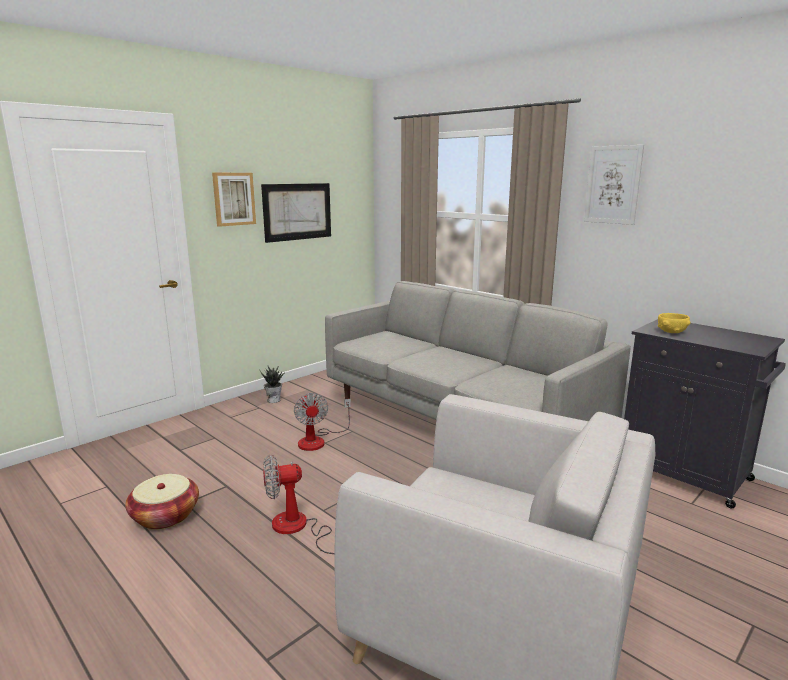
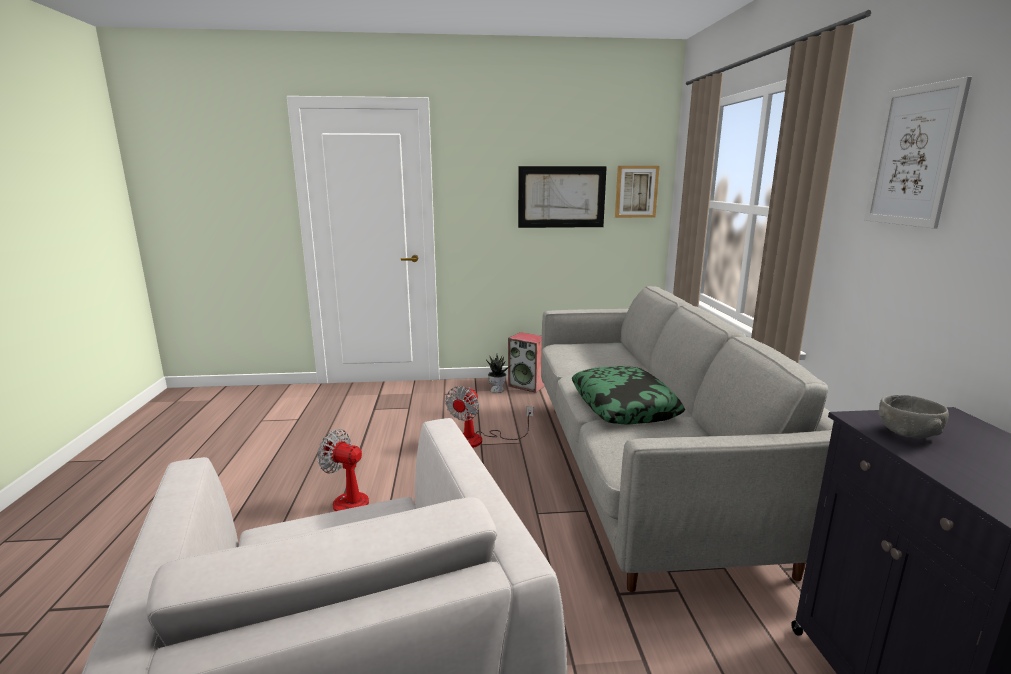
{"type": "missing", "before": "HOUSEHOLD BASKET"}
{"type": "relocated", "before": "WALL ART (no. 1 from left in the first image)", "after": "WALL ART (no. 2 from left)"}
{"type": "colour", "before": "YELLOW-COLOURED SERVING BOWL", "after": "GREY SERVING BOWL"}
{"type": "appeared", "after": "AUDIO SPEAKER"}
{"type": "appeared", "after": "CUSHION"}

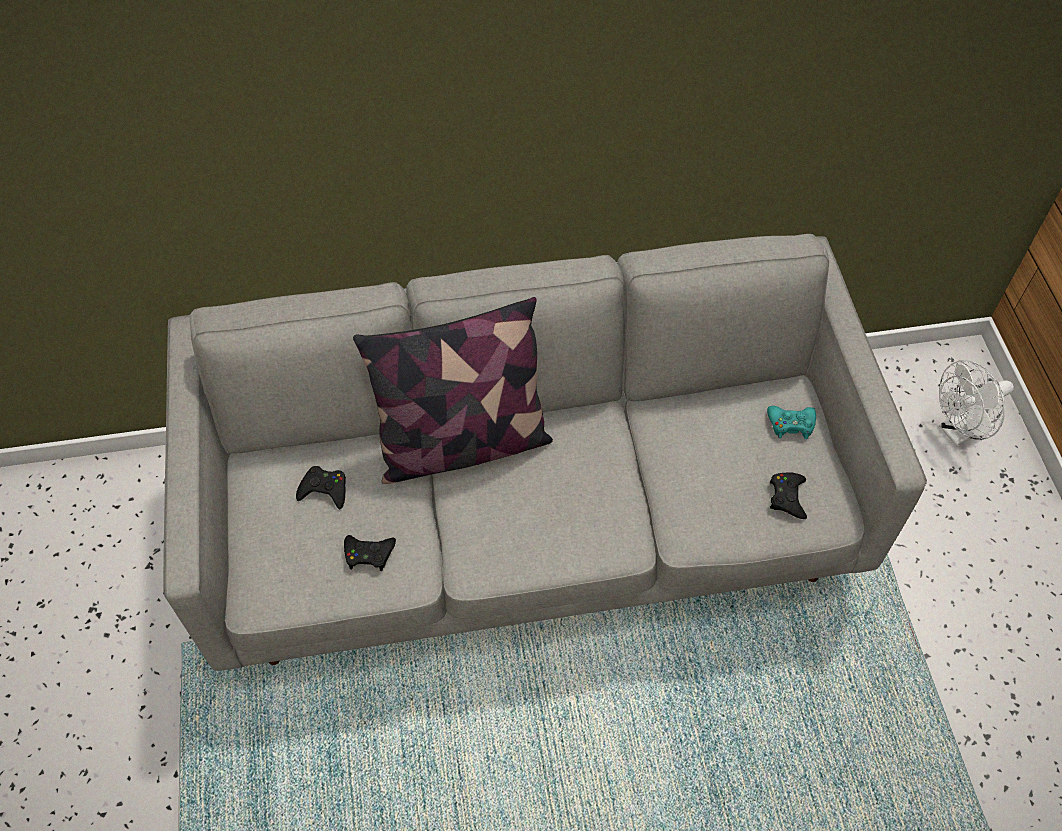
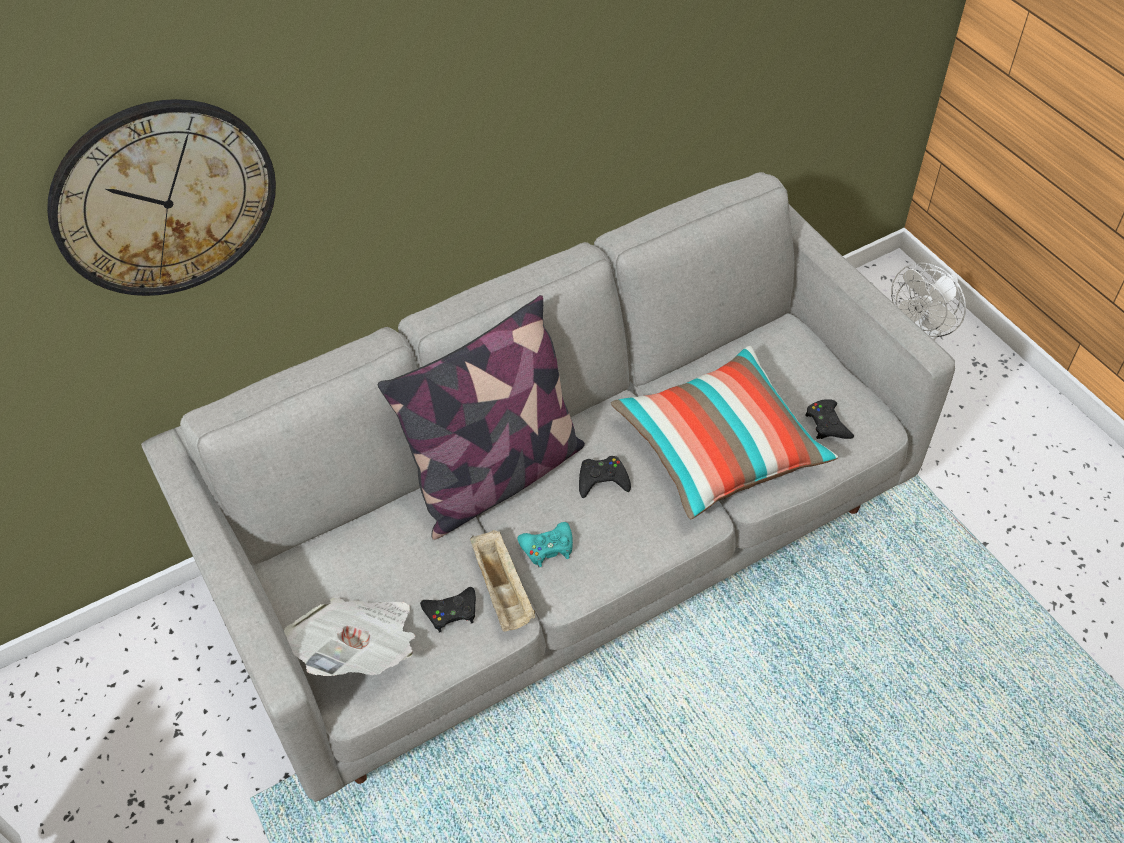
{"type": "relocated", "before": "BLACKISH GAMEPAD (no. 1 from left in the first image)", "after": "BLACKISH GAMEPAD (no. 2 from left)"}
{"type": "relocated", "before": "TURQUOISE-COLOURED GAMEPAD"}
{"type": "appeared", "after": "HANGING CLOCK"}
{"type": "appeared", "after": "DAILY PAPER"}
{"type": "appeared", "after": "SAND-COLOURED CARRYING TRAY"}
{"type": "appeared", "after": "CUSHION (no. 2 from left)"}

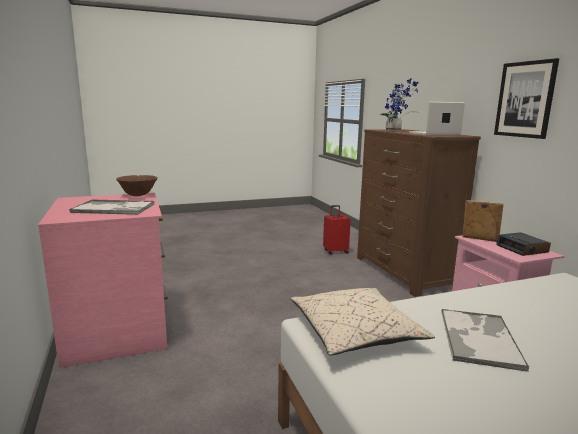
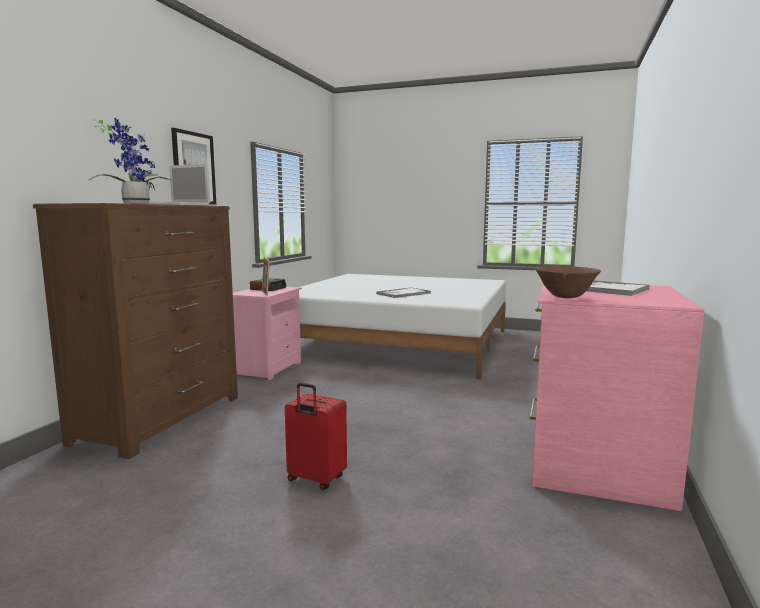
{"type": "missing", "before": "SAND-COLOURED CUSHION"}
{"type": "relocated", "before": "RED-COLOURED SUITCASE"}

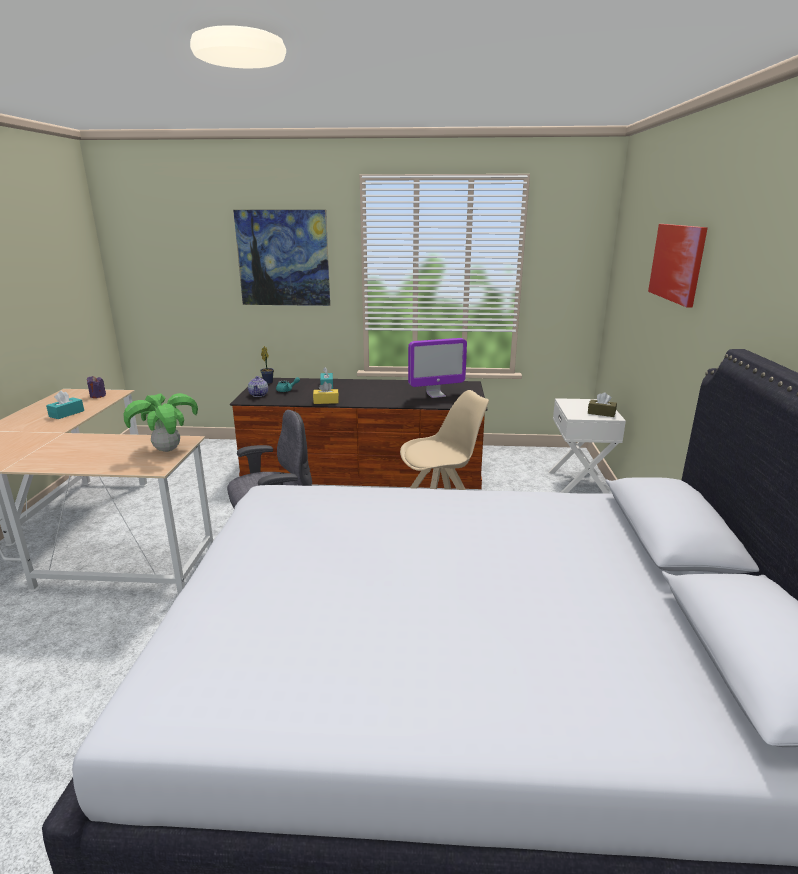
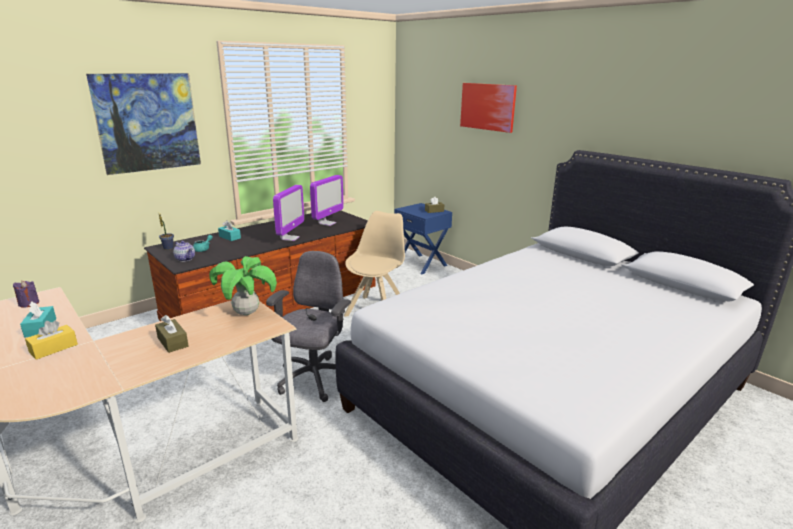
{"type": "relocated", "before": "YELLOW-COLOURED TISSUE BOX"}
{"type": "colour", "before": "WHITE BEDSIDE TABLE", "after": "BLUE-COLOURED BEDSIDE TABLE"}
{"type": "appeared", "after": "BROWN-COLOURED TISSUE BOX (no. 1 from left)"}
{"type": "appeared", "after": "MONITOR (no. 1 from left)"}

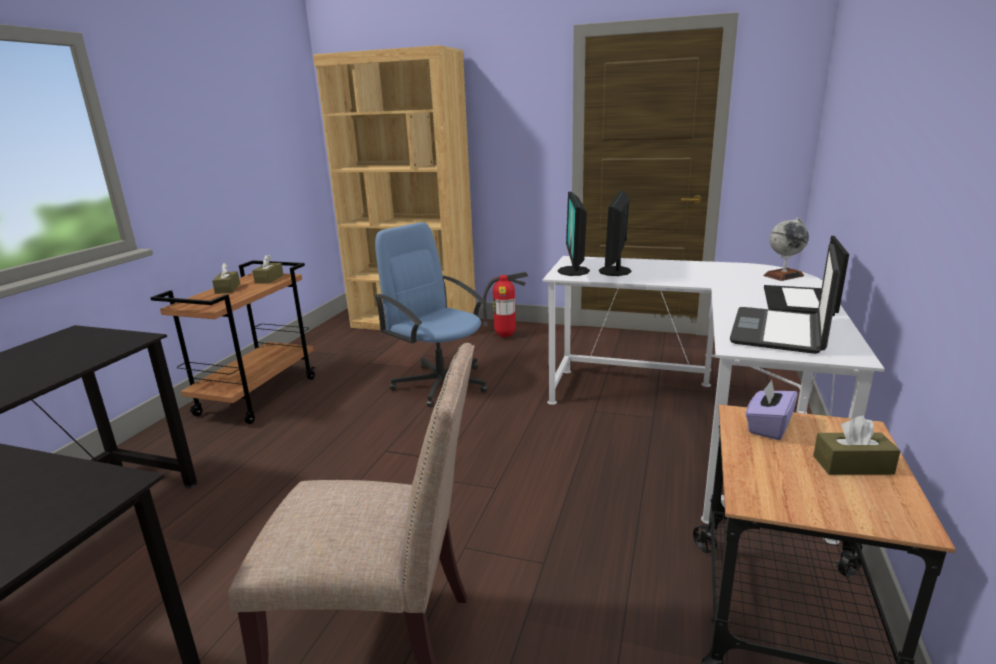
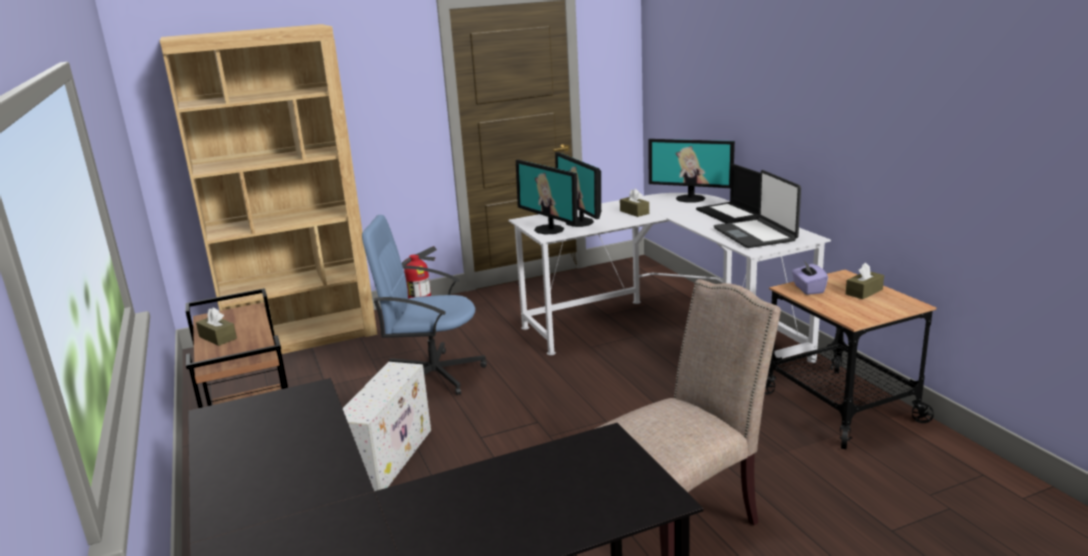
{"type": "relocated", "before": "BROWN-COLOURED TISSUE BOX (no. 2 from left)"}
{"type": "exchanged", "before": "WORLD GLOBE", "after": "MONITOR (no. 3 from left)"}
{"type": "appeared", "after": "WHITE STORAGE BOX"}

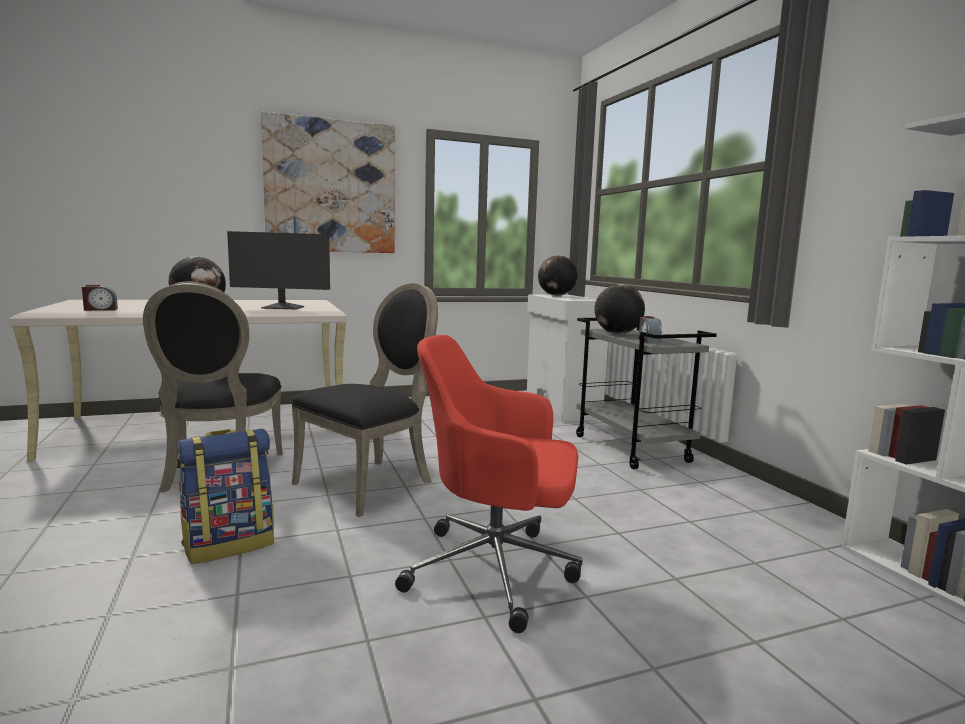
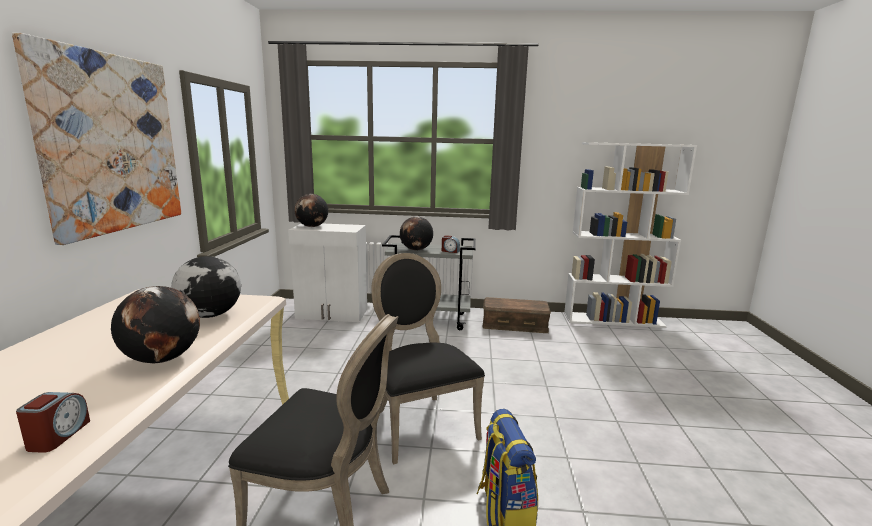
{"type": "exchanged", "before": "MONITOR", "after": "WORLD GLOBE (no. 2 from left)"}
{"type": "missing", "before": "RED-COLOURED OFFICE CHAIR"}
{"type": "appeared", "after": "BROWN-COLOURED STORAGE BOX"}

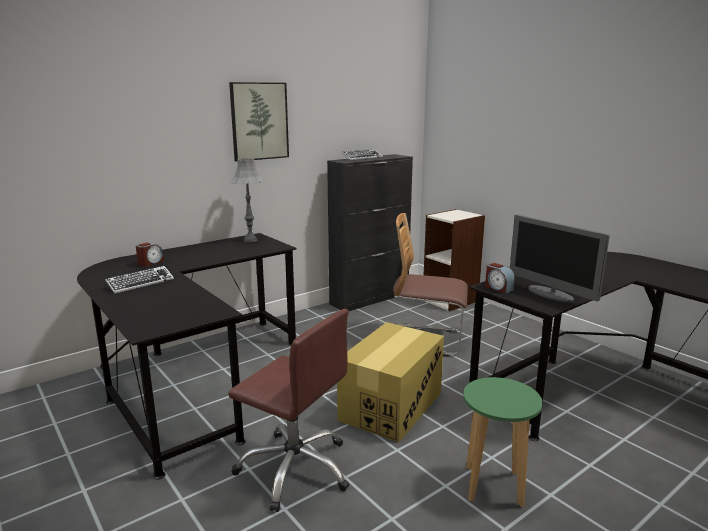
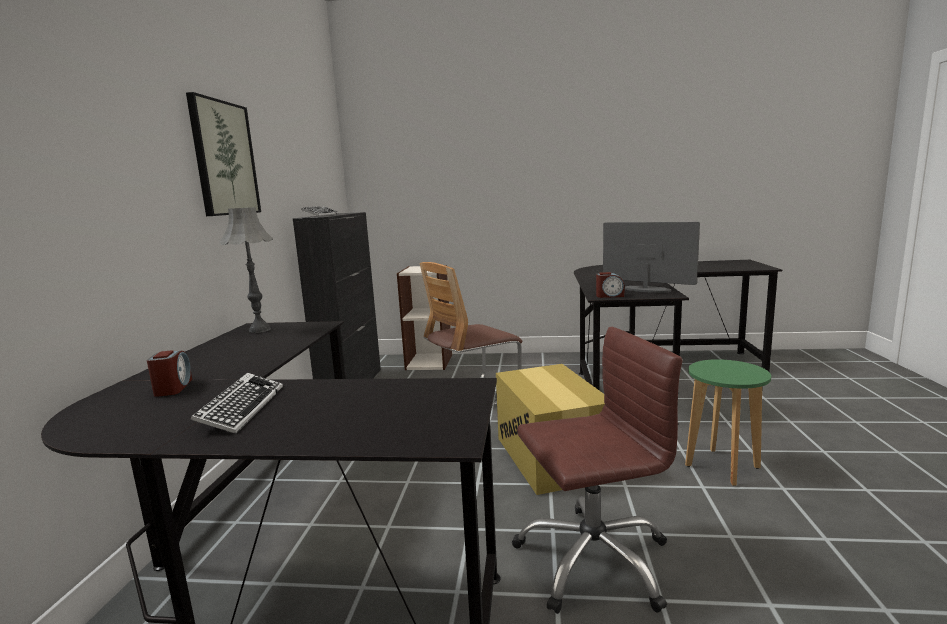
{"type": "spun", "before": "MONITOR", "turn": -150}

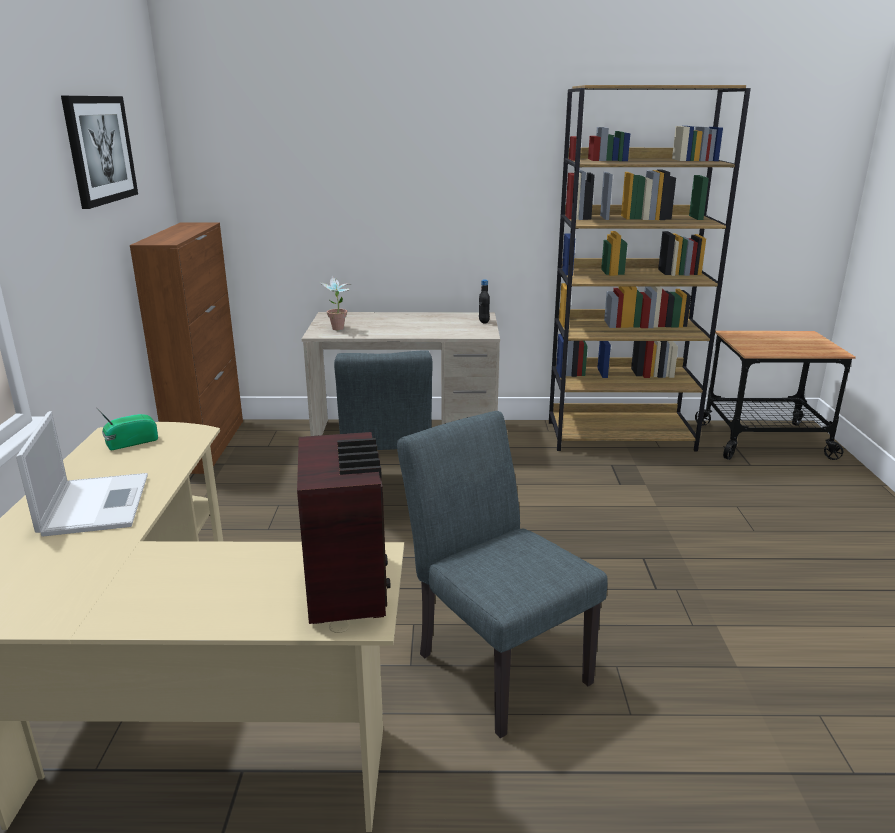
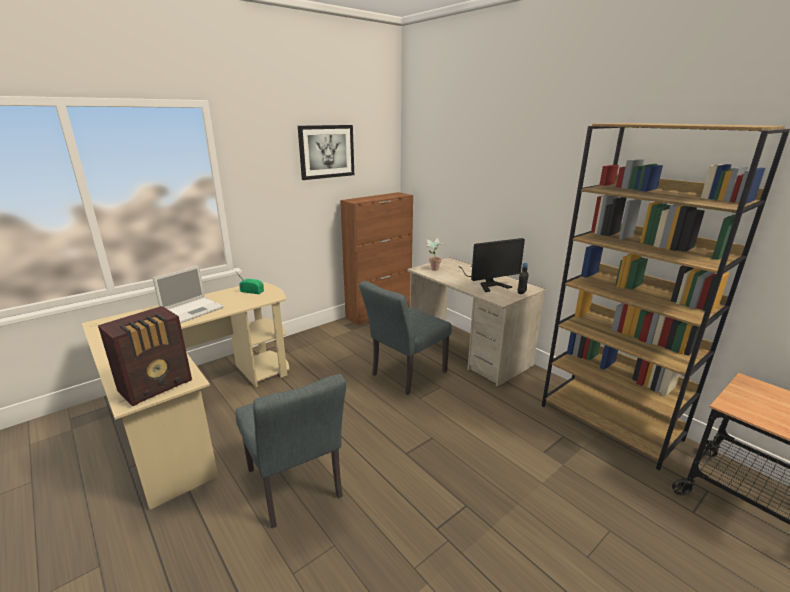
{"type": "spun", "before": "GREY UPRIGHT CHAIR (no. 2 from left in the first image)", "turn": 135}
{"type": "appeared", "after": "MONITOR"}

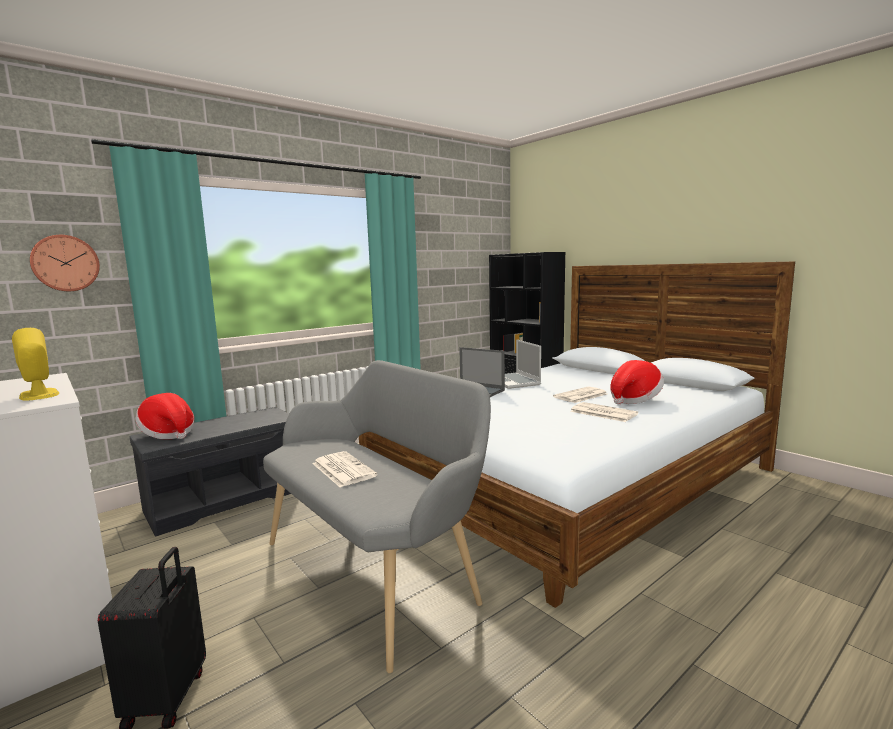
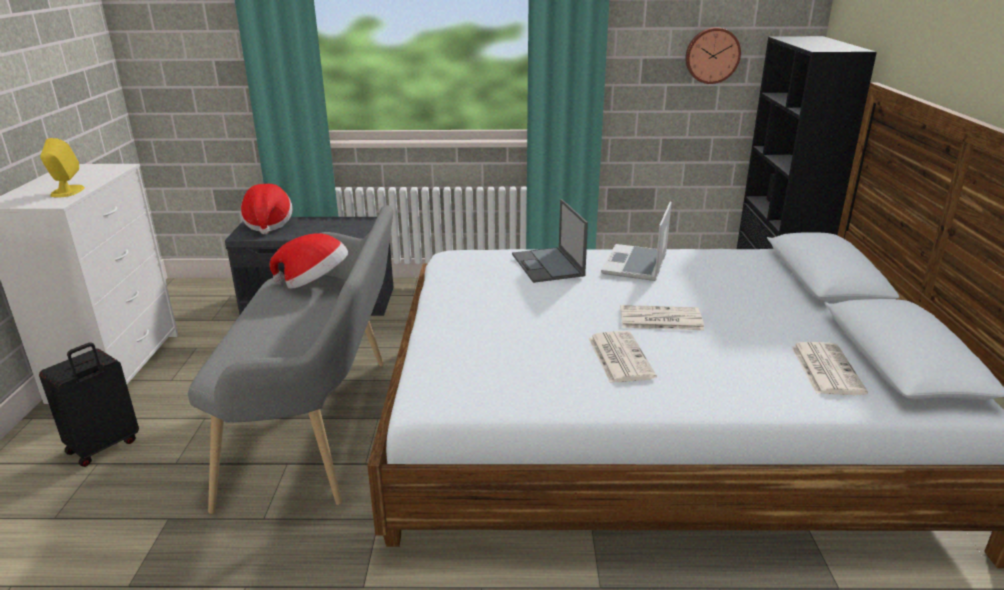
{"type": "relocated", "before": "HANGING CLOCK"}
{"type": "relocated", "before": "DAILY PAPER (no. 1 from left in the first image)", "after": "DAILY PAPER (no. 3 from left)"}
{"type": "relocated", "before": "WEARABLE HAT (no. 2 from left)"}

